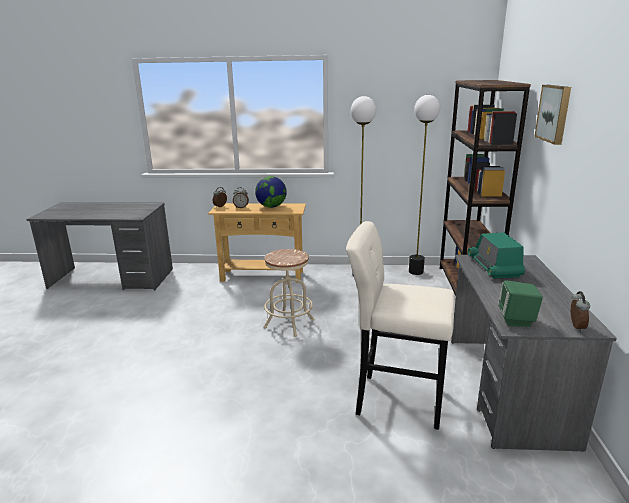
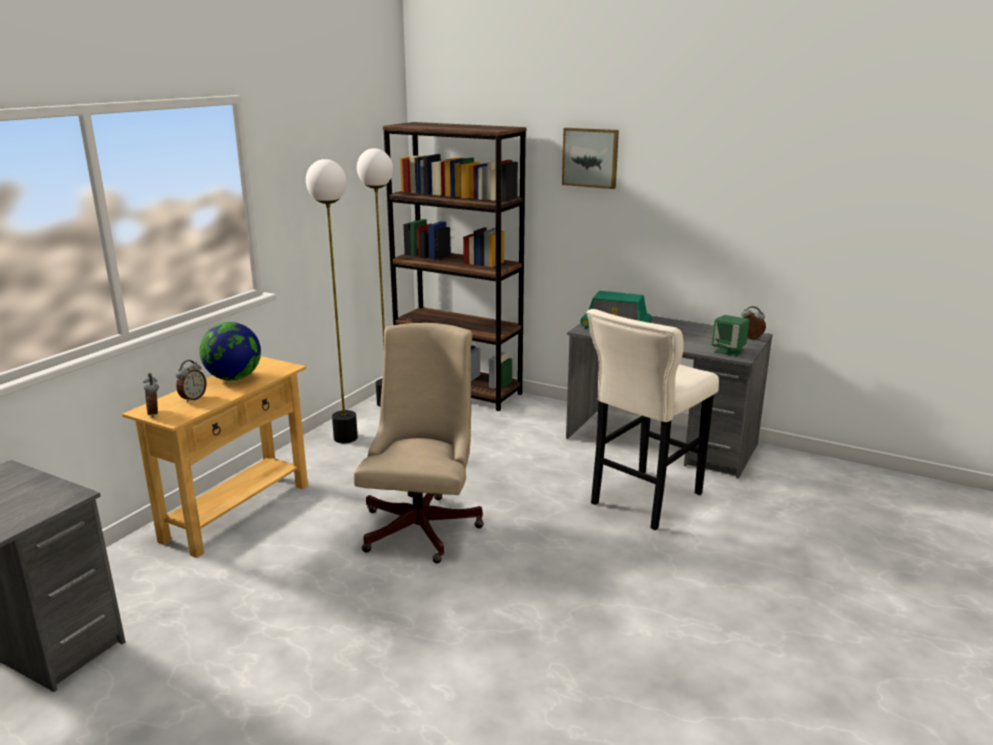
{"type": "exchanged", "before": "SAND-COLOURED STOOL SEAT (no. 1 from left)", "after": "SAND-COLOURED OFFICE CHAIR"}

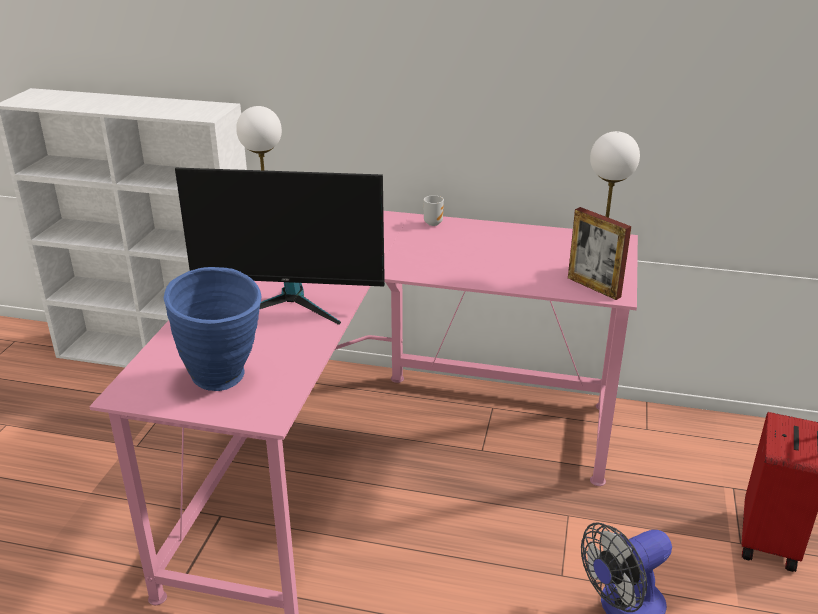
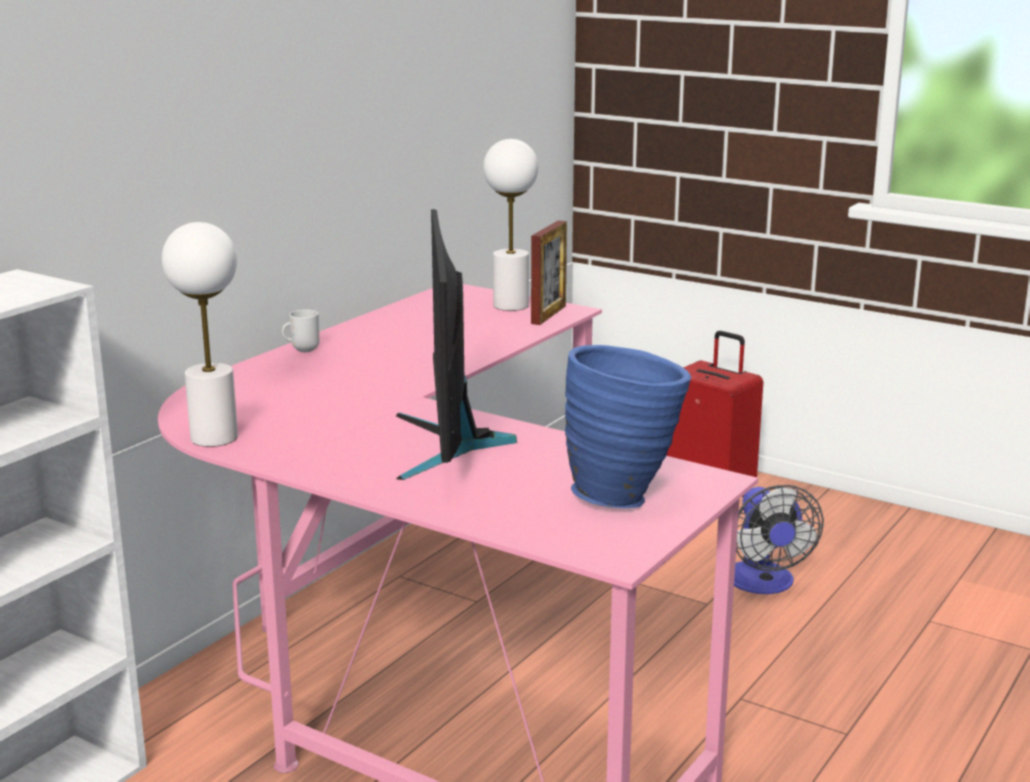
{"type": "spun", "before": "MONITOR", "turn": 150}
{"type": "spun", "before": "PICTURE FRAME", "turn": -45}

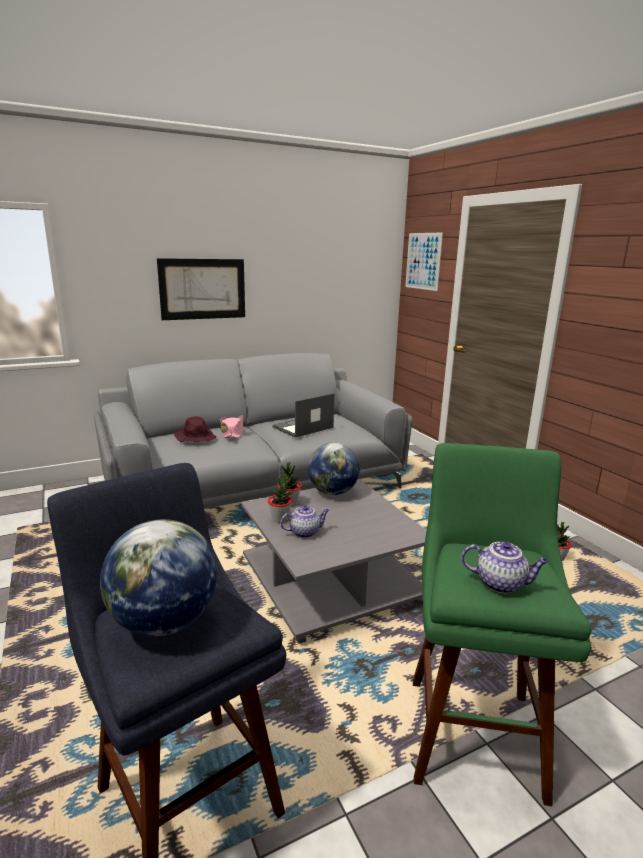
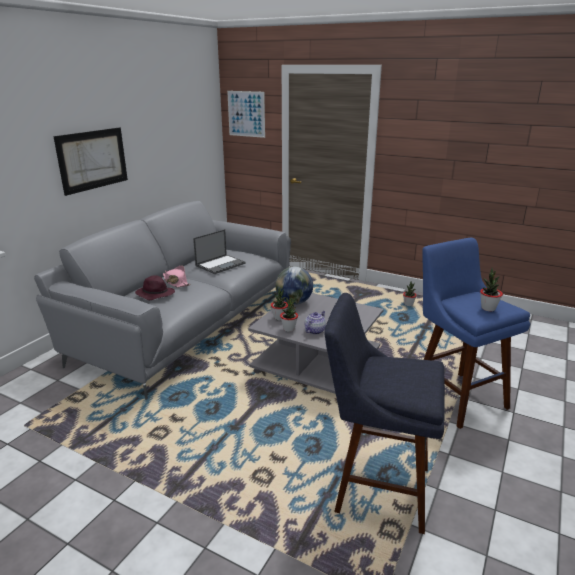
{"type": "missing", "before": "WORLD GLOBE (no. 1 from left)"}
{"type": "spun", "before": "LAPTOP", "turn": -150}
{"type": "colour", "before": "GREEN-COLOURED STOOL SEAT", "after": "BLUE-COLOURED STOOL SEAT (no. 2 from left)"}
{"type": "exchanged", "before": "TEA POT (no. 2 from left)", "after": "PLANT IN A POT (no. 4 from left)"}

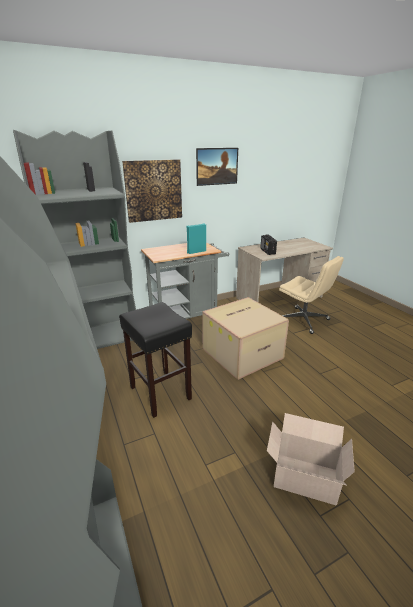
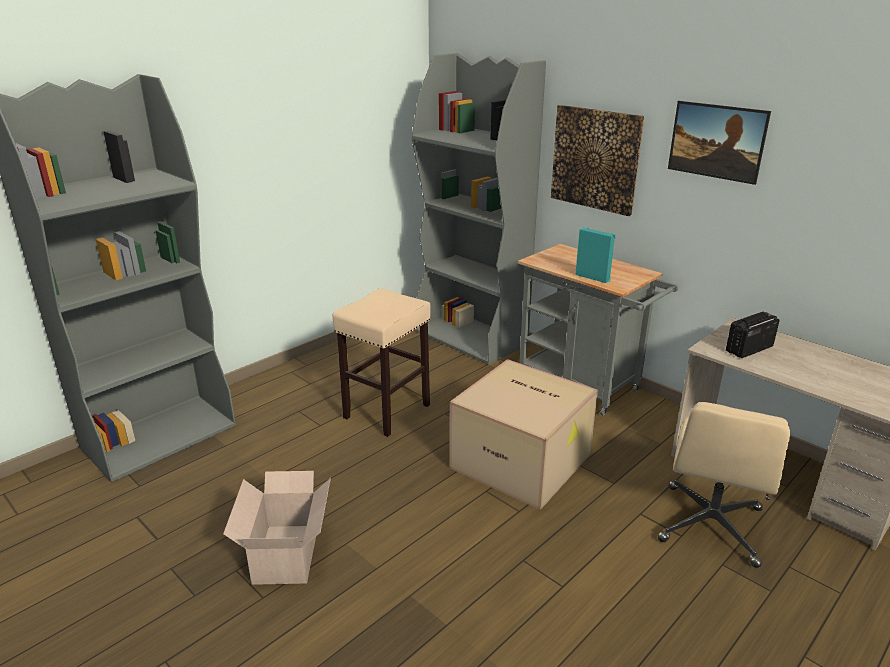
{"type": "colour", "before": "BLACKISH STOOL SEAT", "after": "SAND-COLOURED STOOL SEAT"}

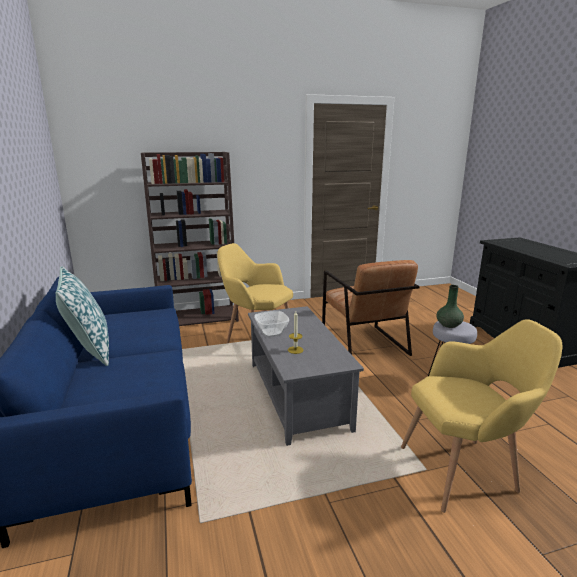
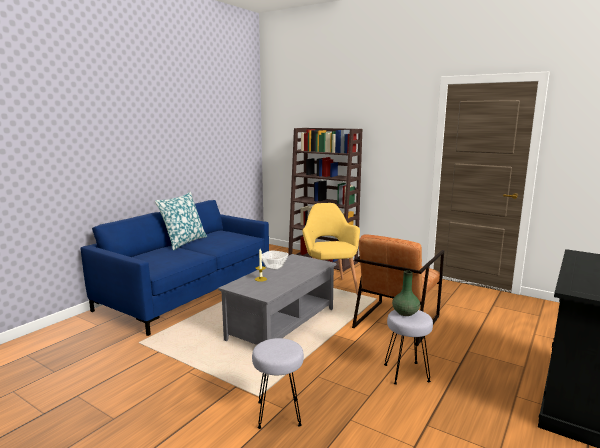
{"type": "exchanged", "before": "YELLOW-COLOURED LOUNGE CHAIR (no. 2 from left)", "after": "GREY STOOL SEAT (no. 1 from left)"}

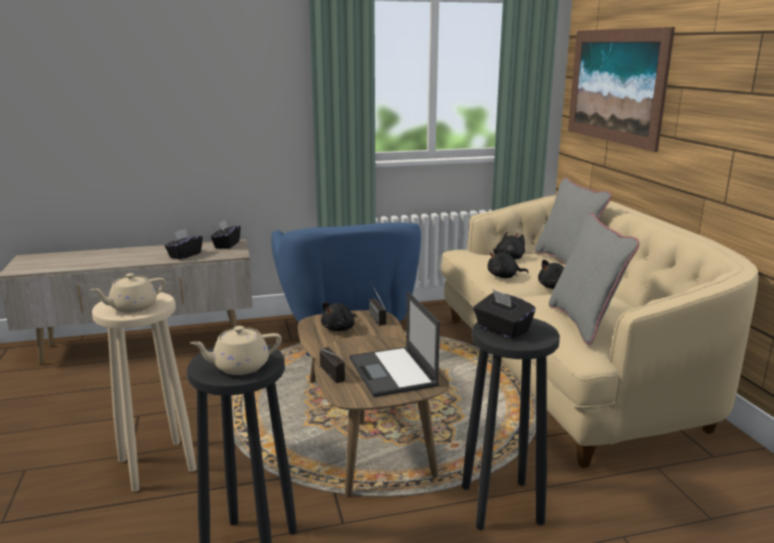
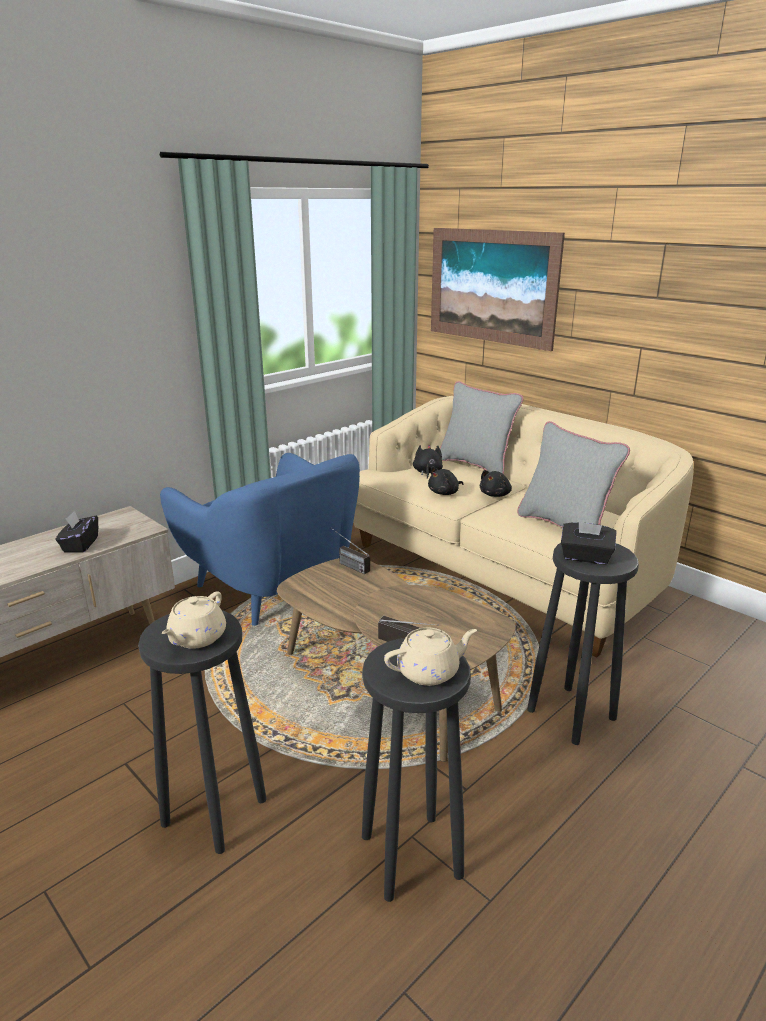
{"type": "colour", "before": "SAND-COLOURED STOOL SEAT", "after": "BLACKISH STOOL SEAT (no. 1 from left)"}
{"type": "spun", "before": "SAND-COLOURED TEA POT (no. 2 from left)", "turn": -150}
{"type": "missing", "before": "BLACKISH TISSUE BOX (no. 2 from left)"}
{"type": "missing", "before": "BLACKISH PLUSH TOY (no. 1 from left)"}
{"type": "missing", "before": "LAPTOP"}

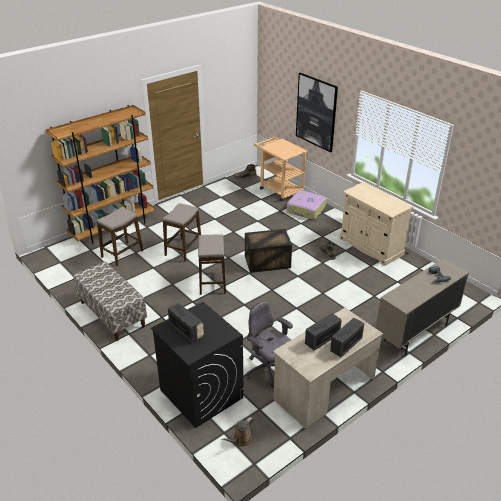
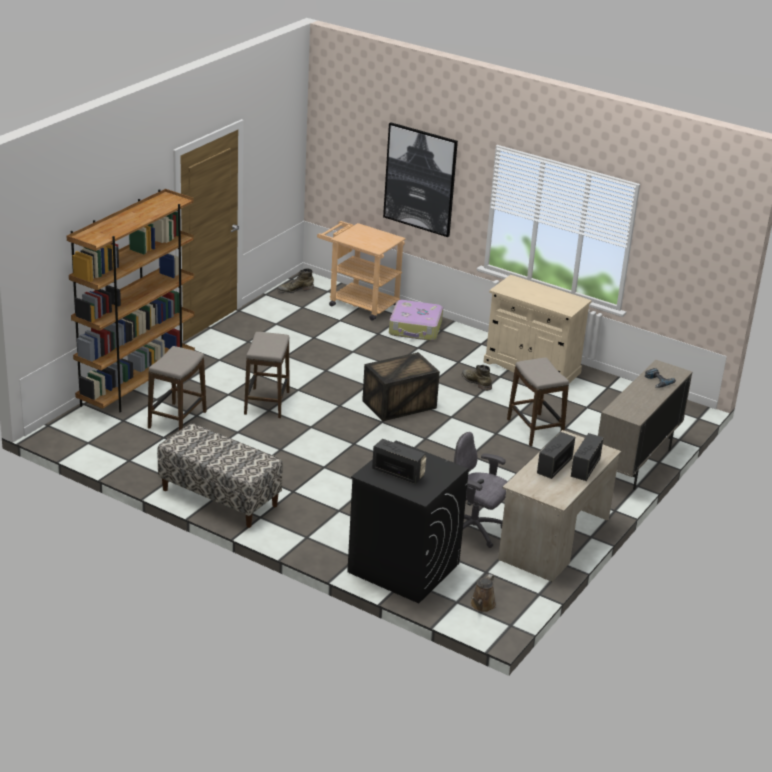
{"type": "relocated", "before": "STOOL SEAT (no. 3 from left)"}

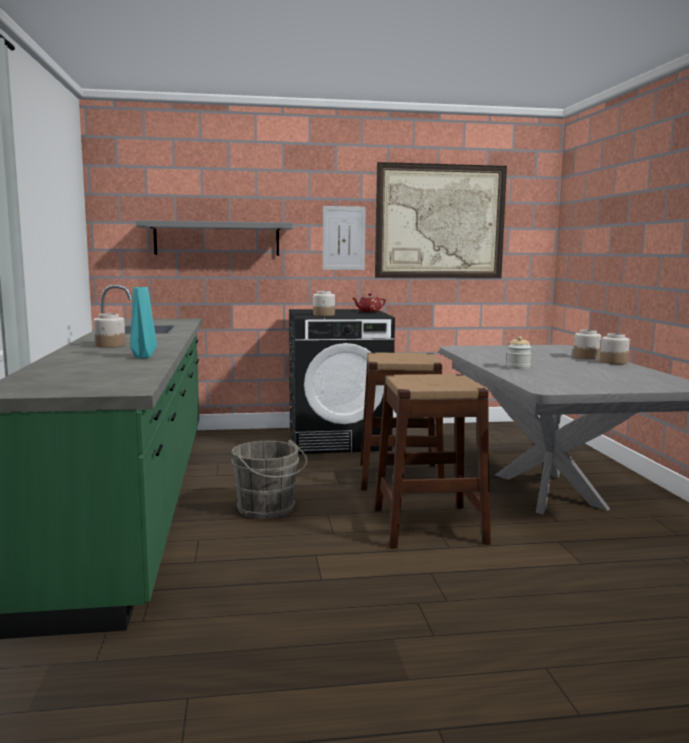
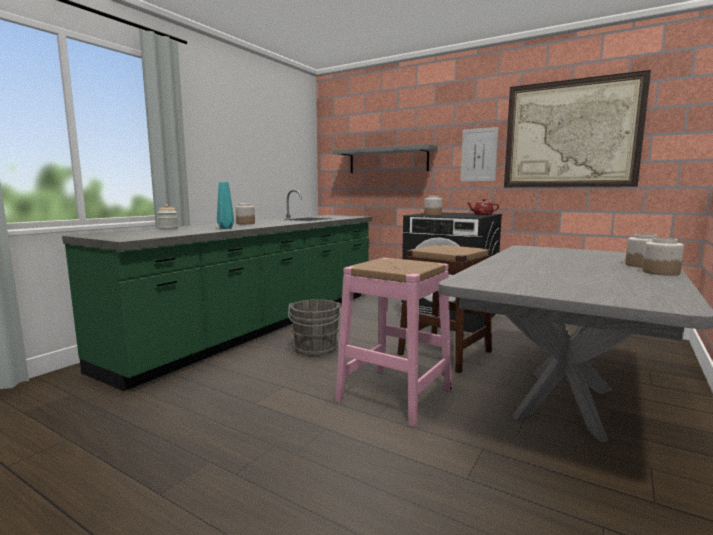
{"type": "colour", "before": "BROWN-COLOURED STOOL SEAT (no. 2 from left)", "after": "PINKISH STOOL SEAT"}
{"type": "relocated", "before": "PRESERVE JAR (no. 3 from left in the first image)", "after": "PRESERVE JAR (no. 1 from left)"}

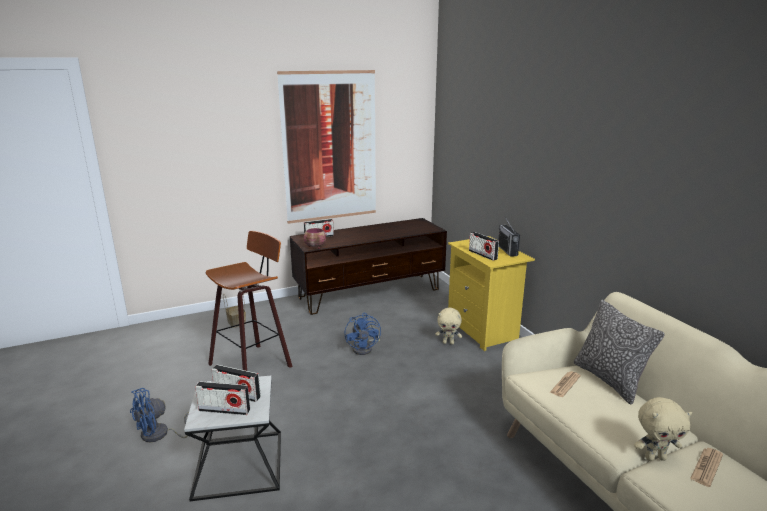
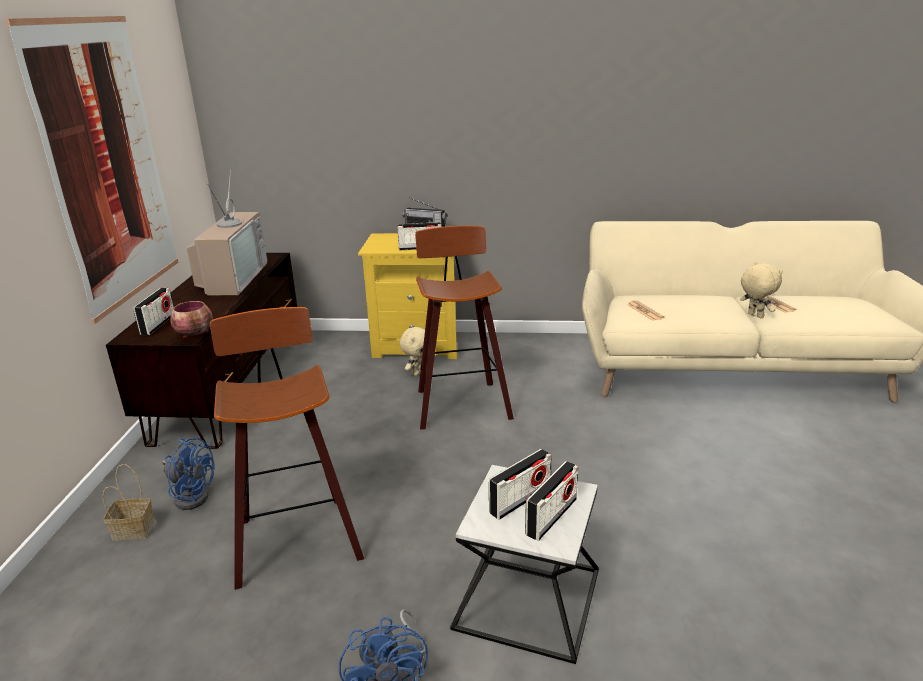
{"type": "relocated", "before": "BLUE-COLOURED ELECTRIC FAN (no. 2 from left in the first image)", "after": "BLUE-COLOURED ELECTRIC FAN (no. 1 from left)"}
{"type": "missing", "before": "CUSHION"}
{"type": "spun", "before": "SAND-COLOURED PLUSH TOY (no. 2 from left)", "turn": -60}
{"type": "appeared", "after": "TV SET"}
{"type": "appeared", "after": "STOOL SEAT (no. 2 from left)"}

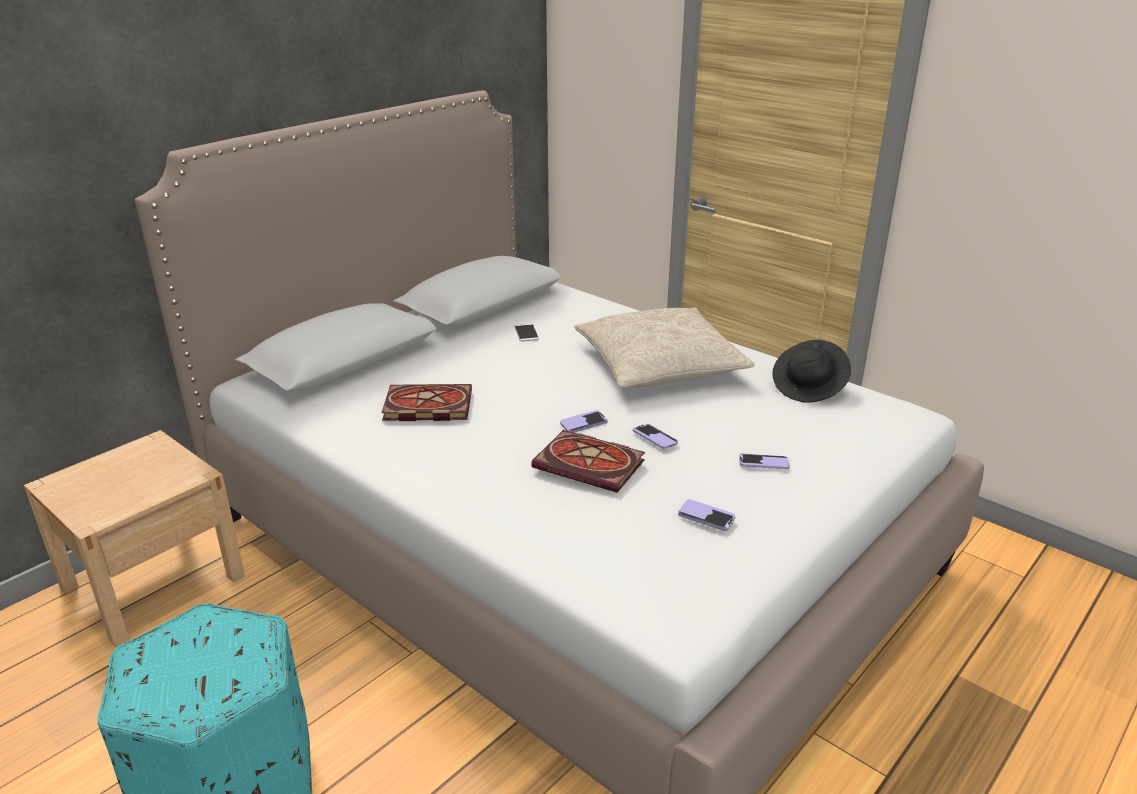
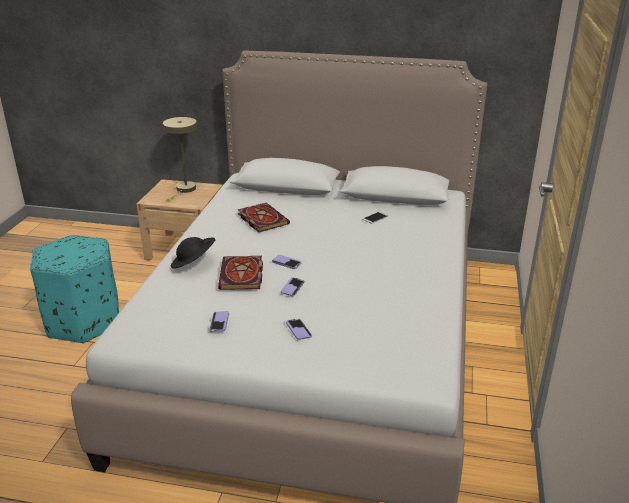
{"type": "missing", "before": "SAND-COLOURED CUSHION"}
{"type": "relocated", "before": "BLACKISH WEARABLE HAT"}
{"type": "appeared", "after": "SAND-COLOURED TABLETOP LAMP"}

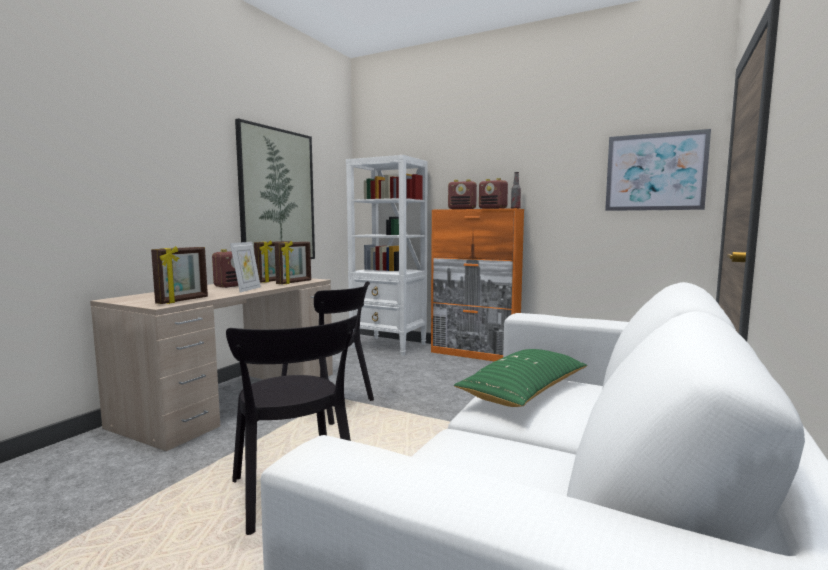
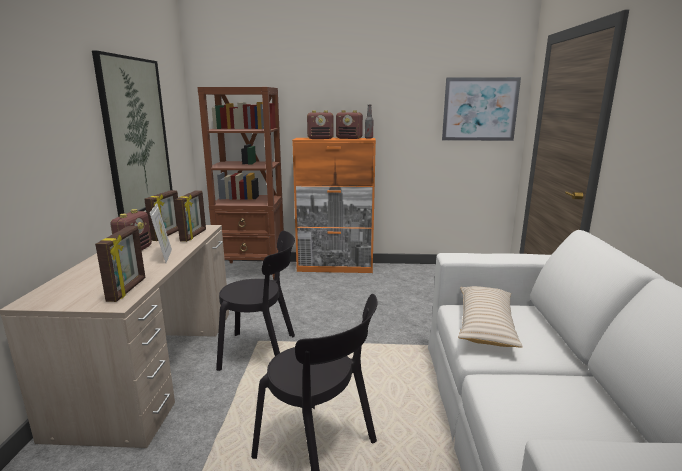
{"type": "colour", "before": "WHITE BOOKCASE", "after": "BROWN-COLOURED BOOKCASE"}
{"type": "colour", "before": "GREEN-COLOURED CUSHION", "after": "SAND-COLOURED CUSHION"}

